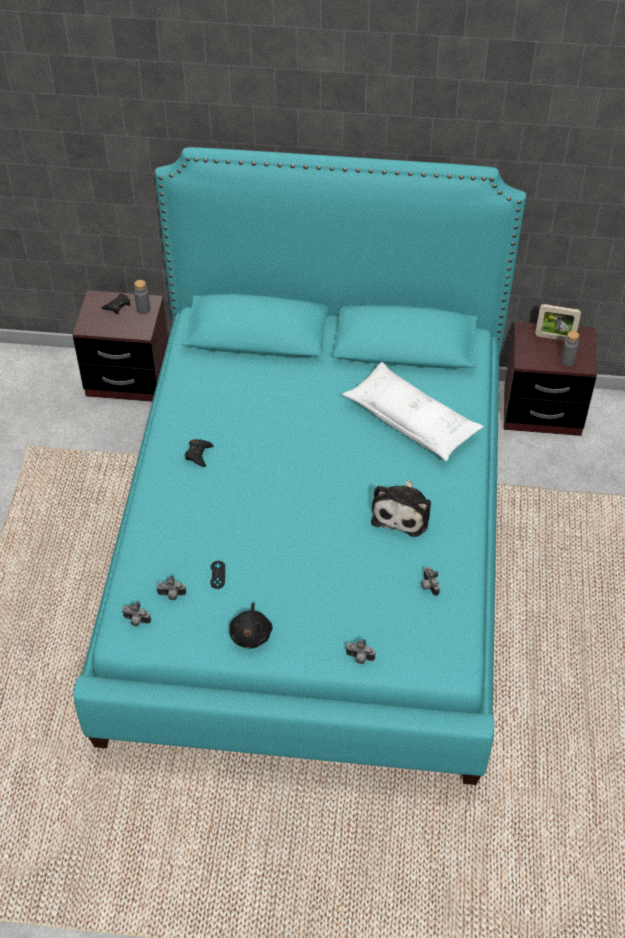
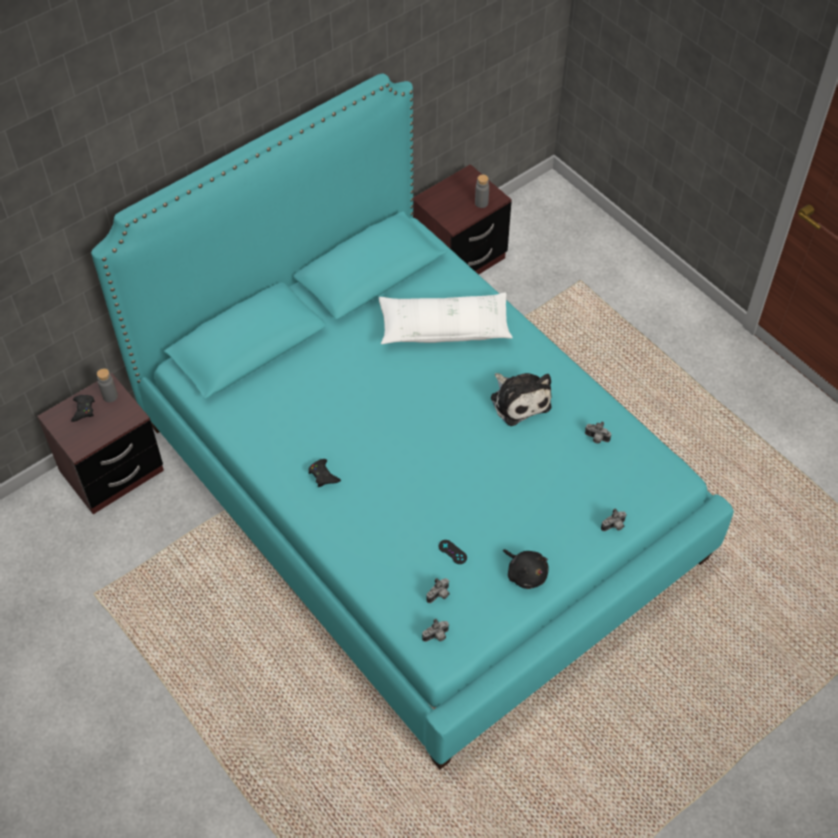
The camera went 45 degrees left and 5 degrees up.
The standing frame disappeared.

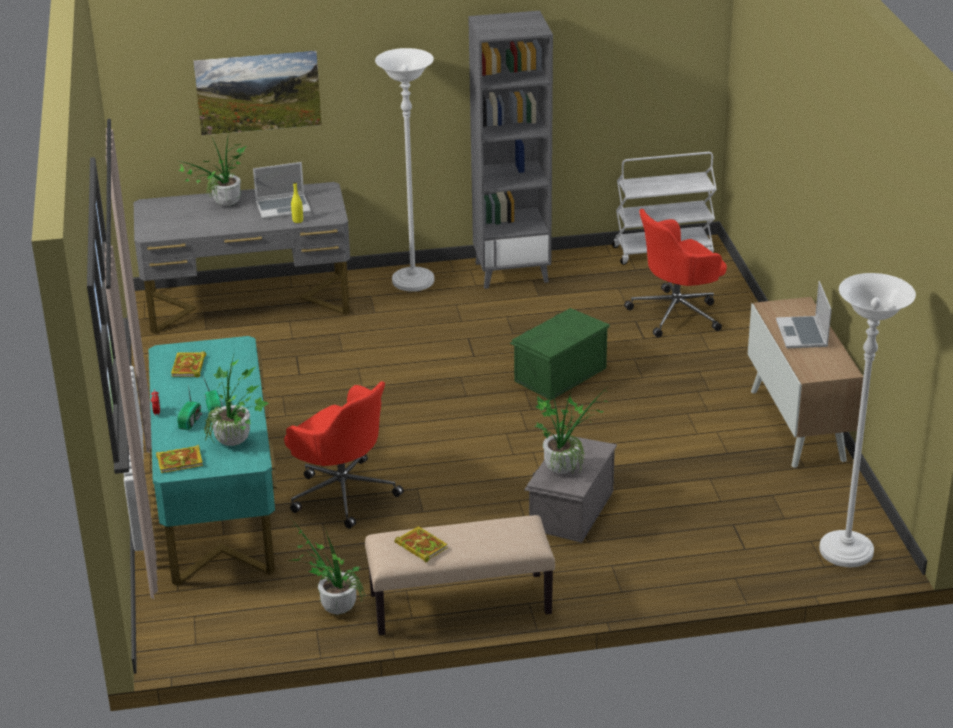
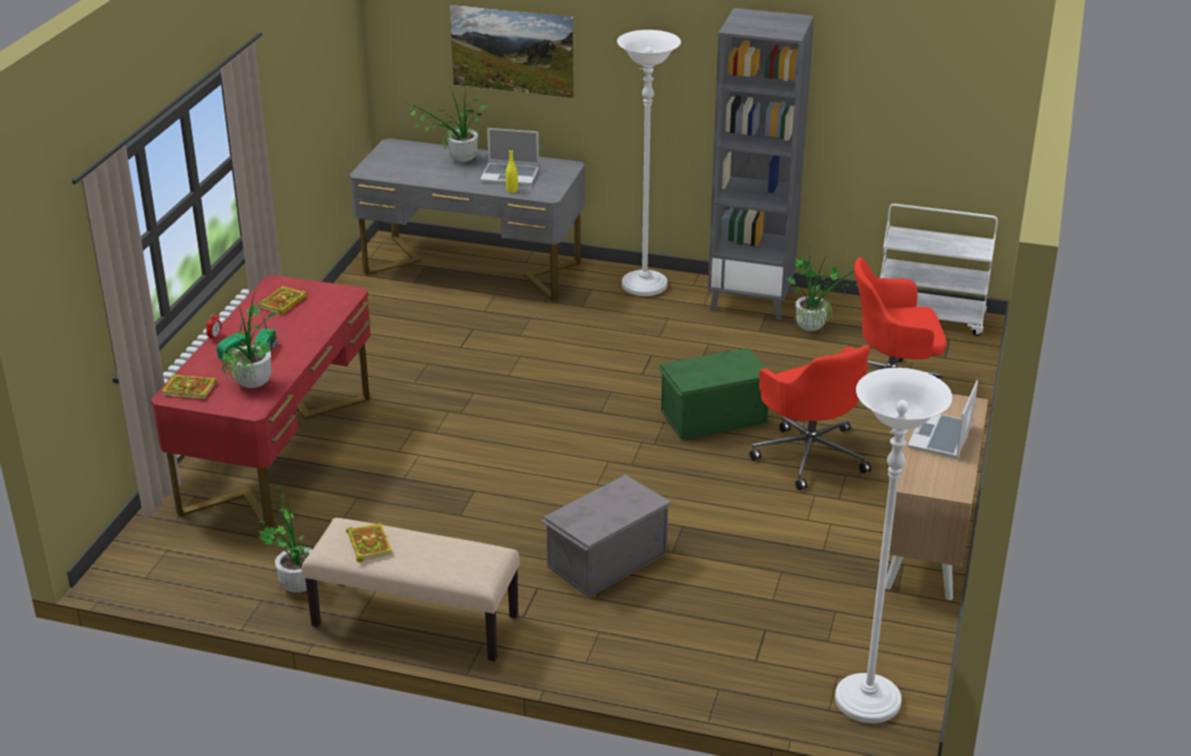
The camera went 25 degrees right and 0 degrees up.
The desk in turquoise-coloured became the desk in red-coloured.
The office chair in red-coloured (no. 1 from left) moved.
The houseplant (no. 4 from left) moved.

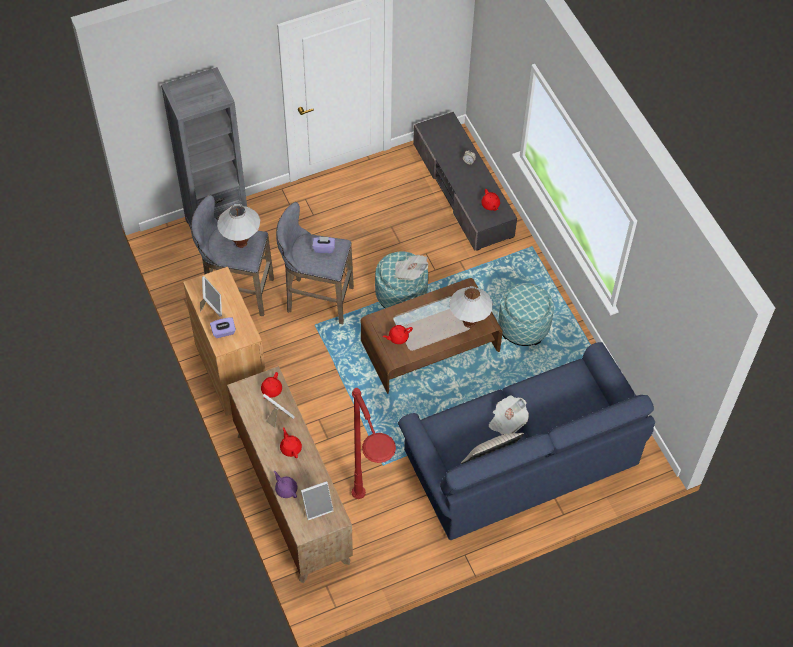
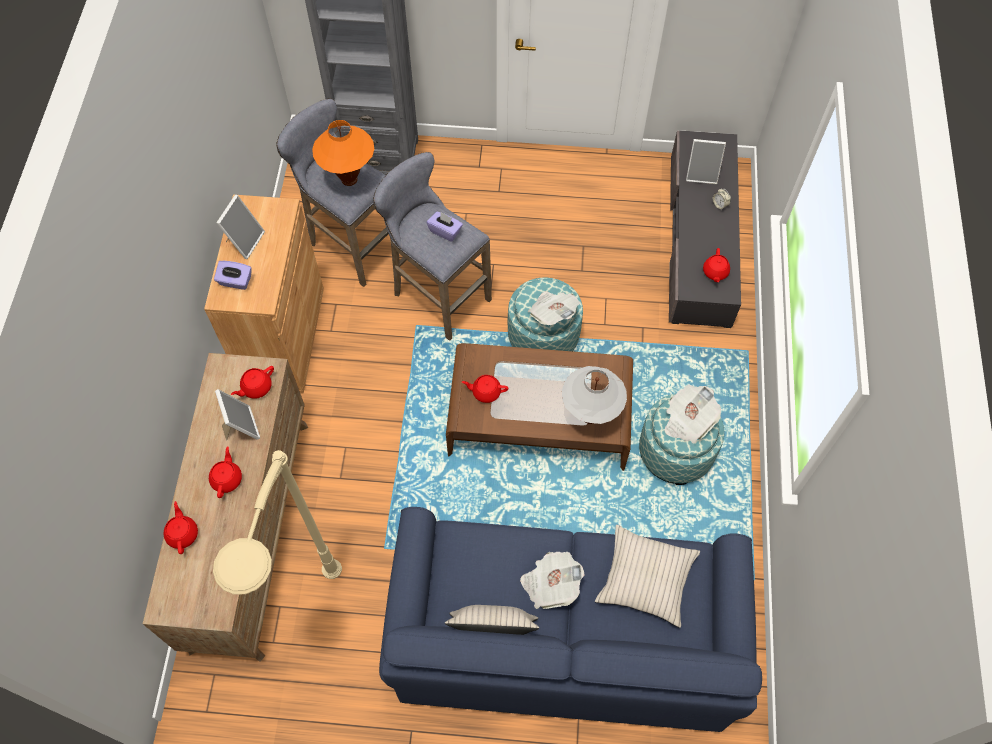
The camera went 30 degrees right and 5 degrees up.
The teapot in purple became the teapot in red-coloured (no. 1 from left).
The standard lamp in red-coloured became the standard lamp in beige-coloured.
The table lamp in white (no. 1 from left) became the table lamp in orange.
The throw pillow in beige-coloured (no. 2 from left) appeared.
The newspaper (no. 3 from left) appeared.
The standing frame (no. 3 from left) moved.

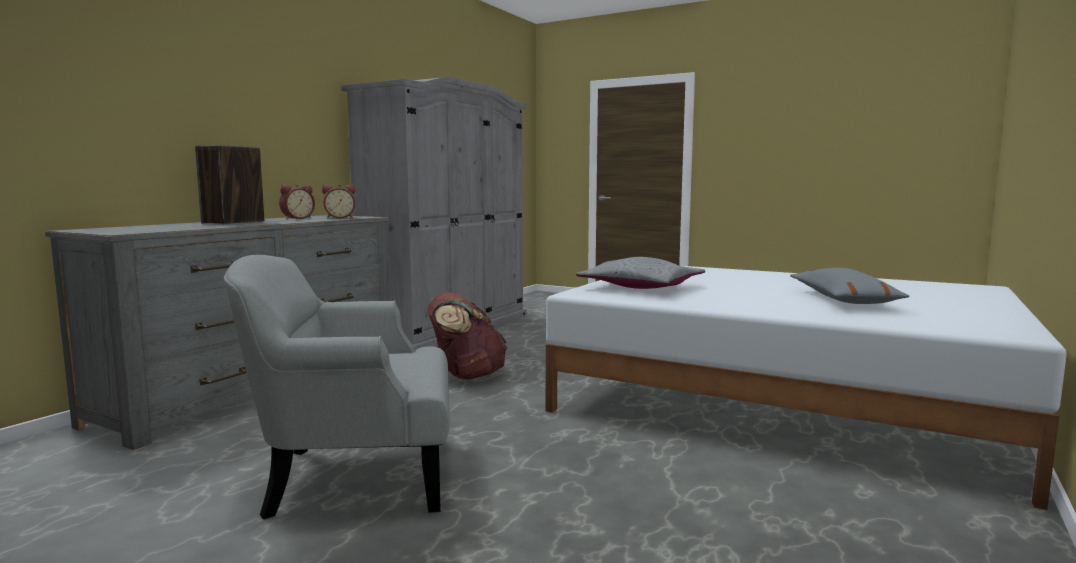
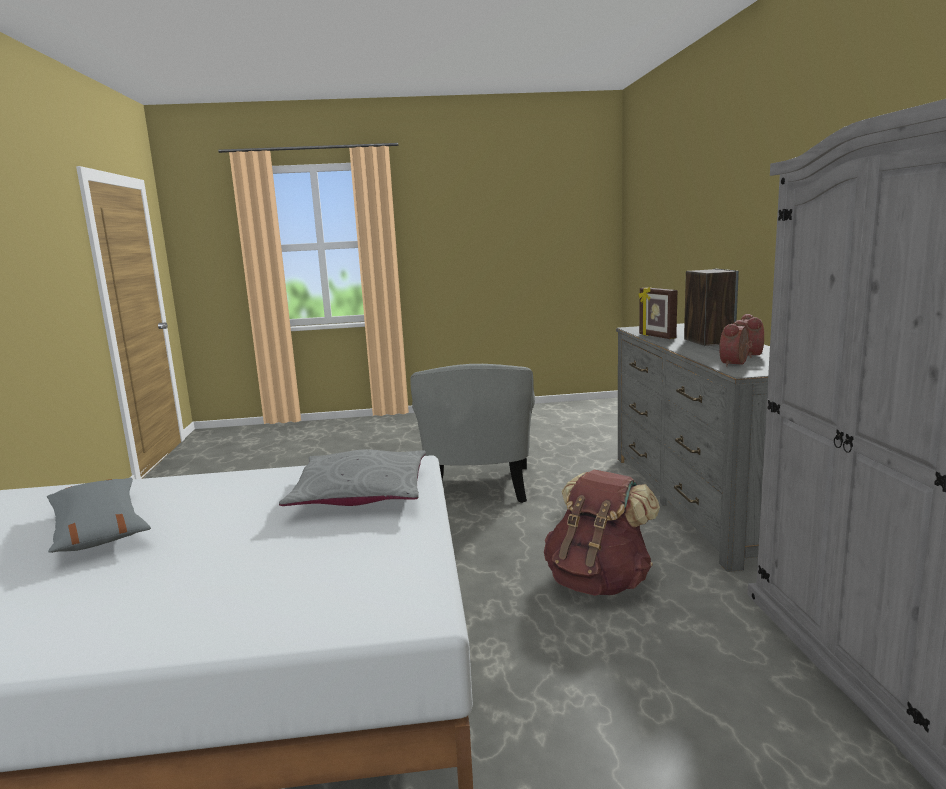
The camera went 145 degrees right and 5 degrees up.
The armchair in grey turned 135 degrees clockwise.
The standing frame appeared.

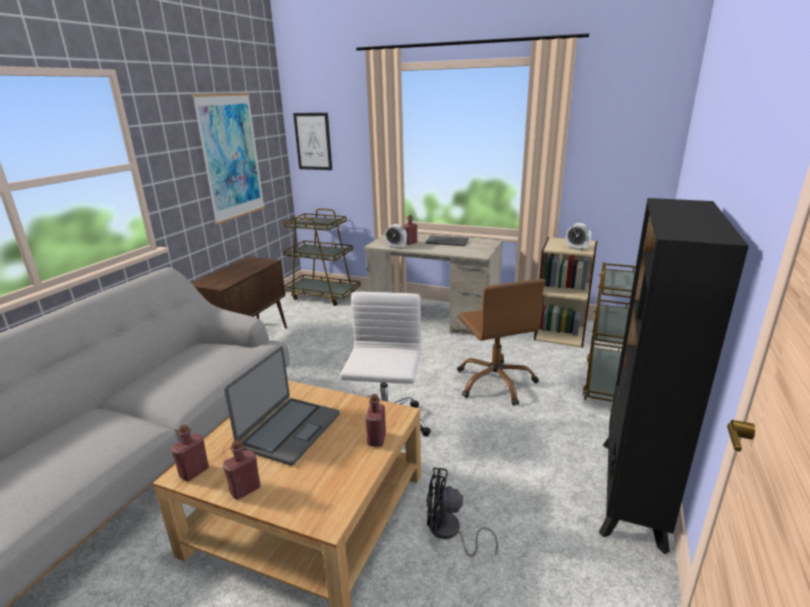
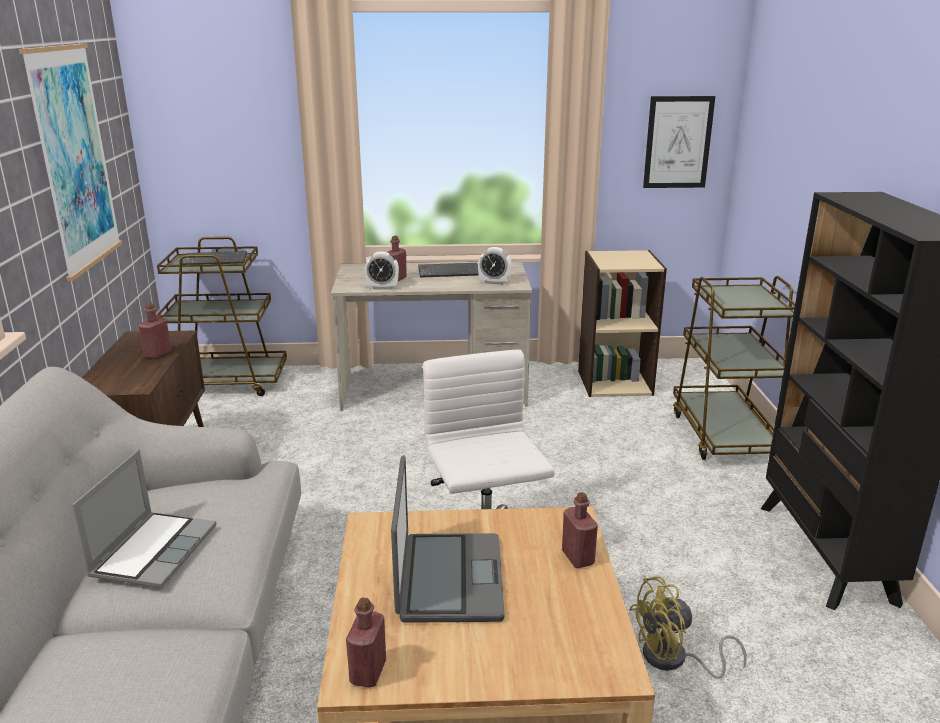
The camera went 25 degrees left and 0 degrees up.
The notebook computer (no. 1 from left) appeared.
The drink bottle in red-coloured (no. 2 from left in the first image) moved.
The table clock (no. 2 from left) moved.
The cooling fan in black became the cooling fan in yellow-coloured.
The wall art (no. 2 from left) moved.
The office chair in brown disappeared.

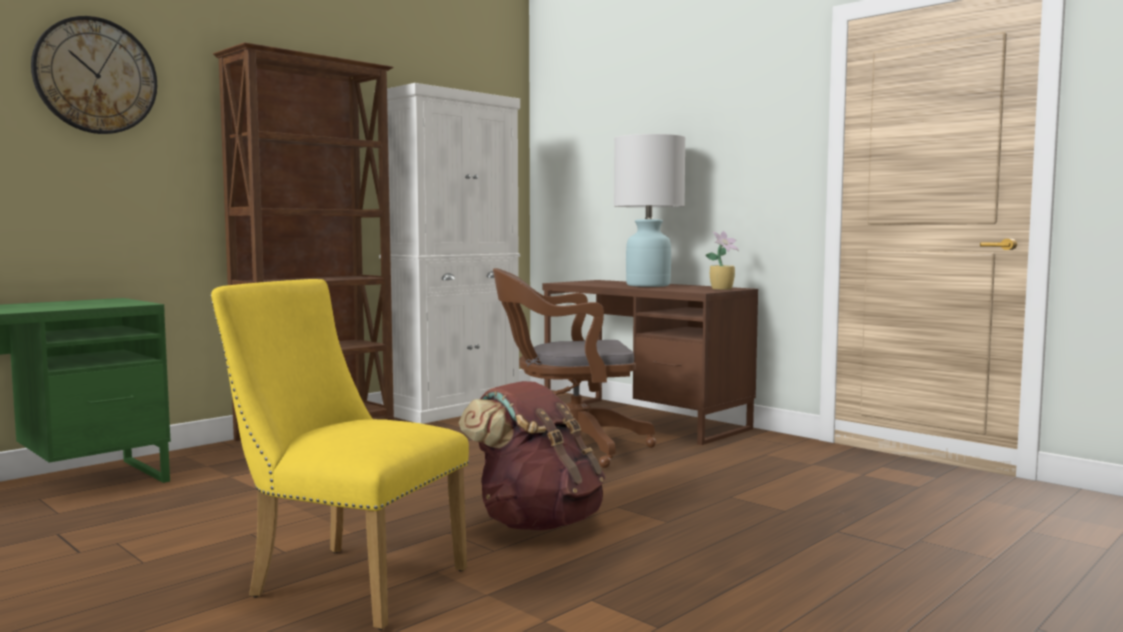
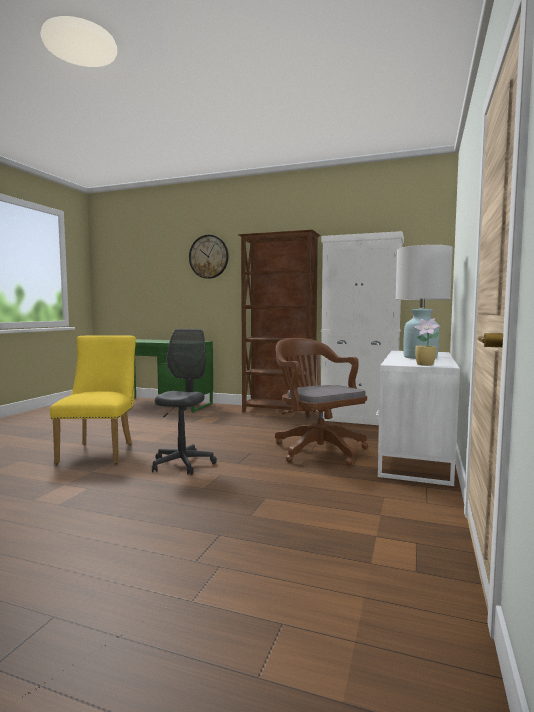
The camera went 65 degrees right and 0 degrees up.
The rucksack in brown was replaced by the office chair in grey.
The desk in brown became the desk in white.

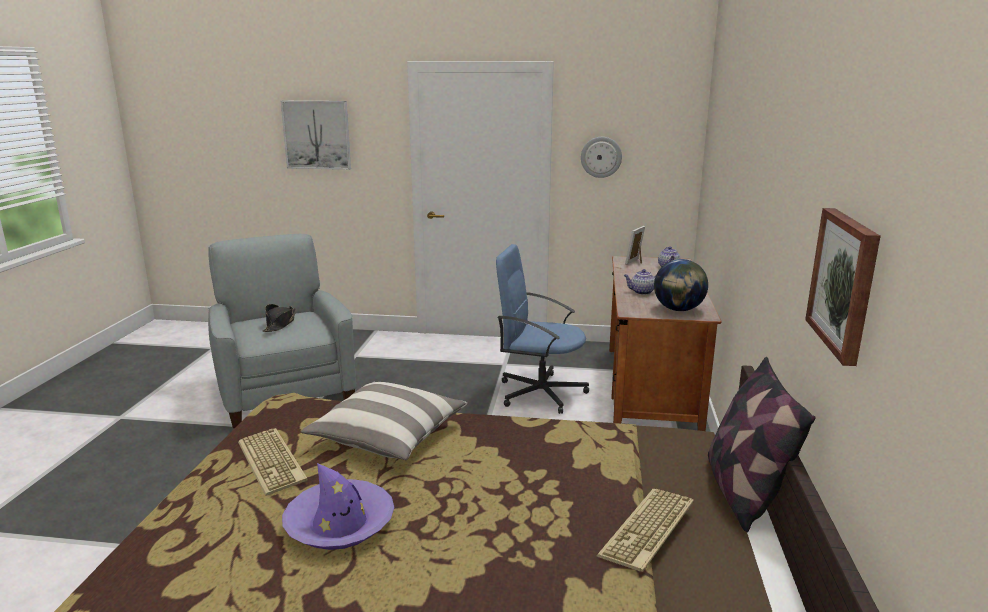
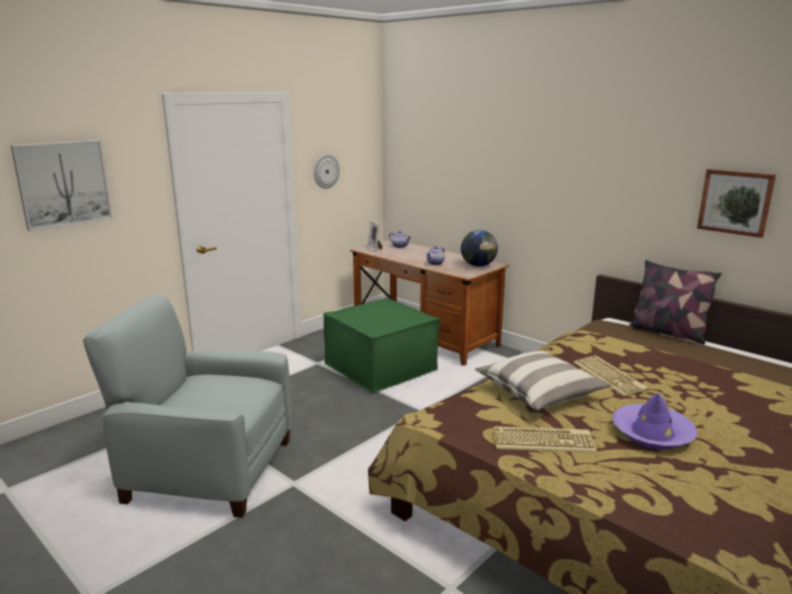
The camera went 55 degrees left and 0 degrees up.
The office chair in bluish was replaced by the pouffe in greenish.
The PC keyboard (no. 2 from left) moved.
The wearable hat in black disappeared.

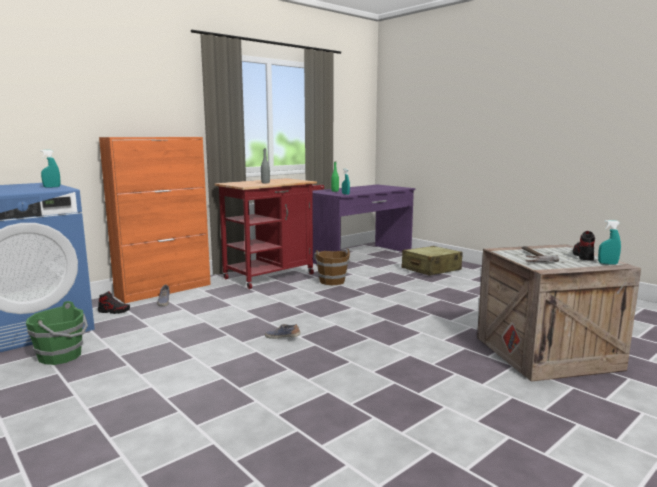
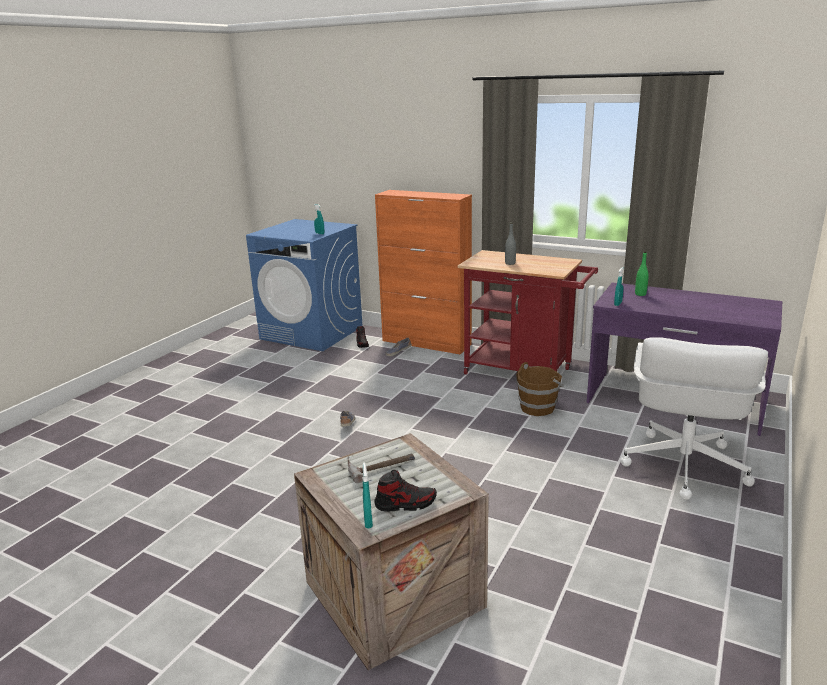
The camera went 70 degrees right and 10 degrees up.
The piece of luggage in beige-coloured was replaced by the office chair in white.
The bucket in greenish disappeared.

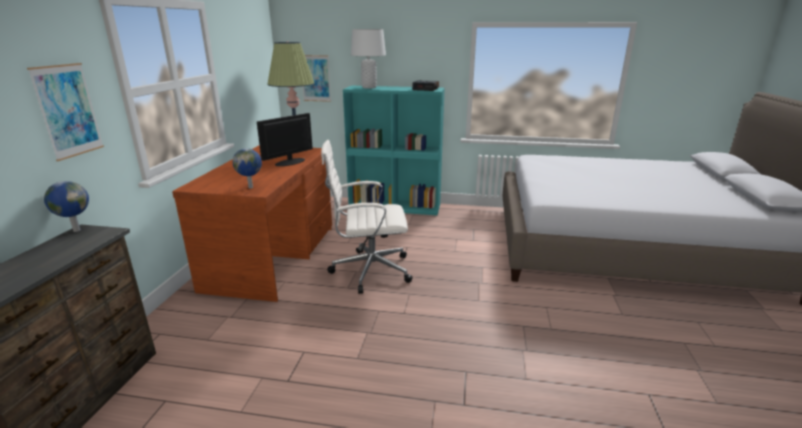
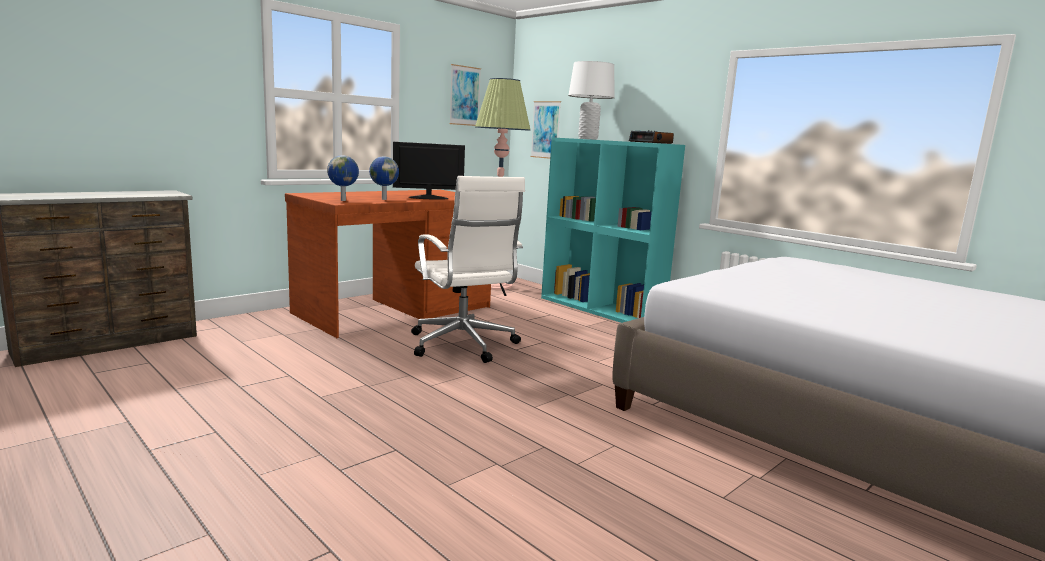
The camera went 35 degrees right and 10 degrees down.
The globe (no. 1 from left in the first image) moved.
The office chair in white turned 150 degrees counterclockwise.
The wall art (no. 1 from left) moved.

